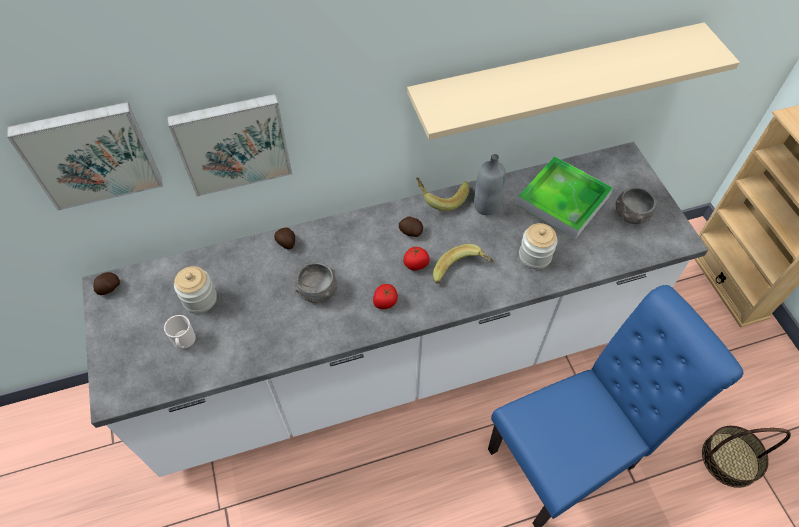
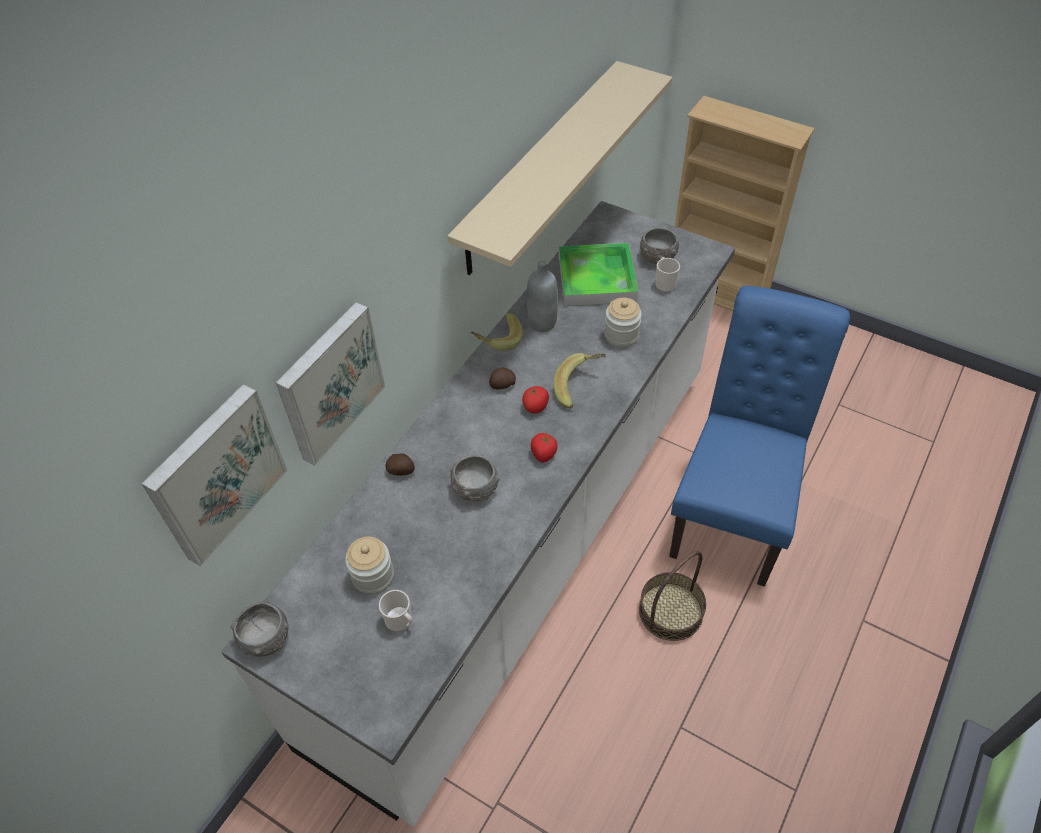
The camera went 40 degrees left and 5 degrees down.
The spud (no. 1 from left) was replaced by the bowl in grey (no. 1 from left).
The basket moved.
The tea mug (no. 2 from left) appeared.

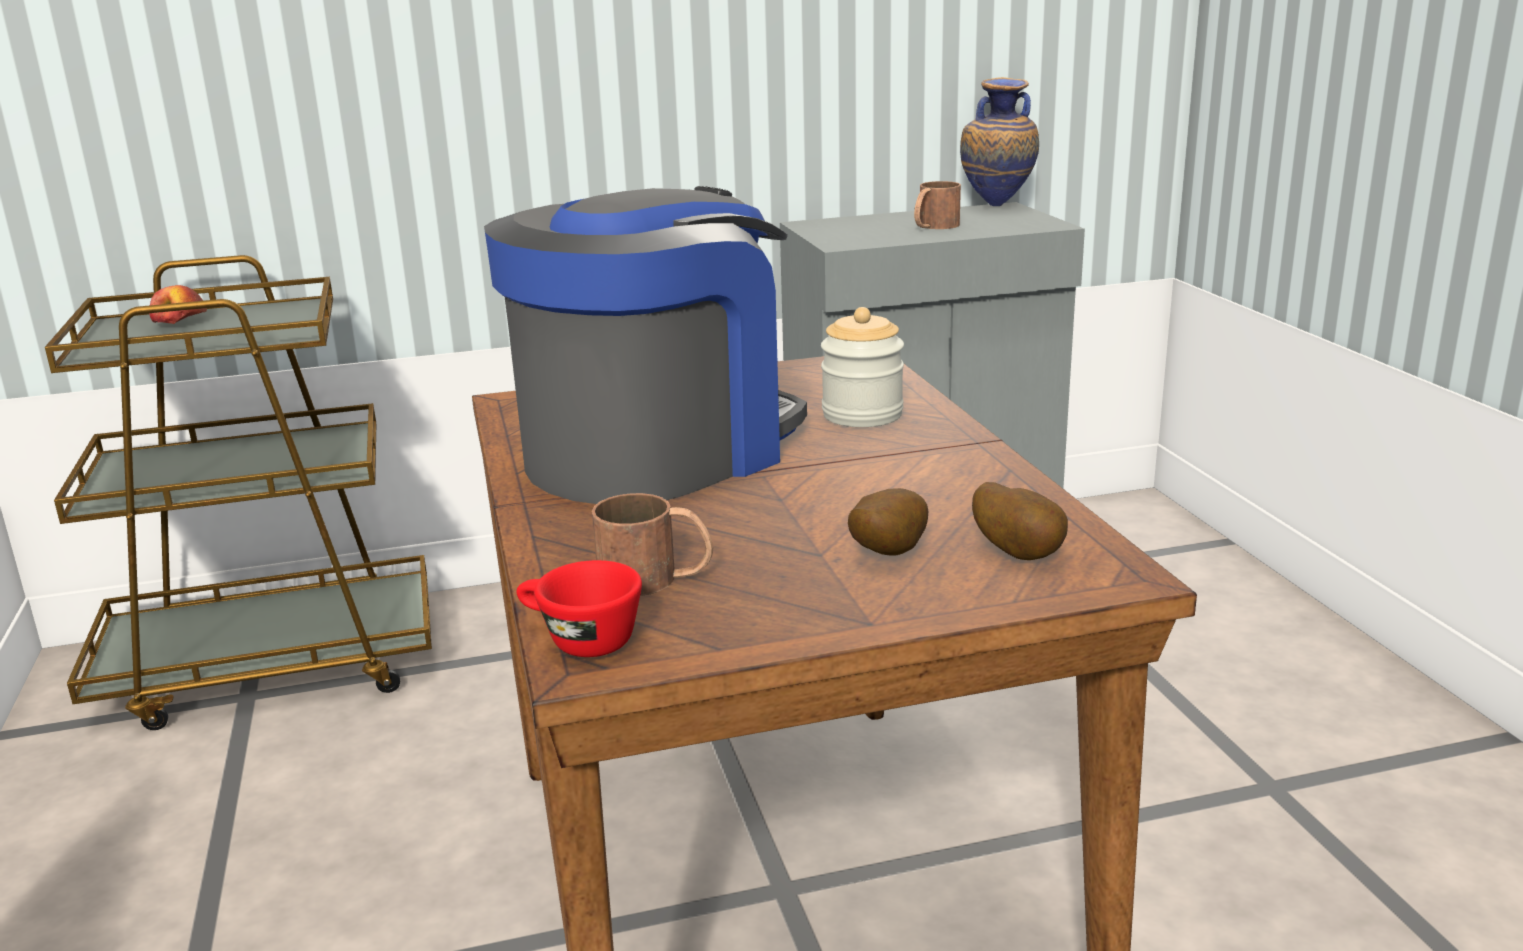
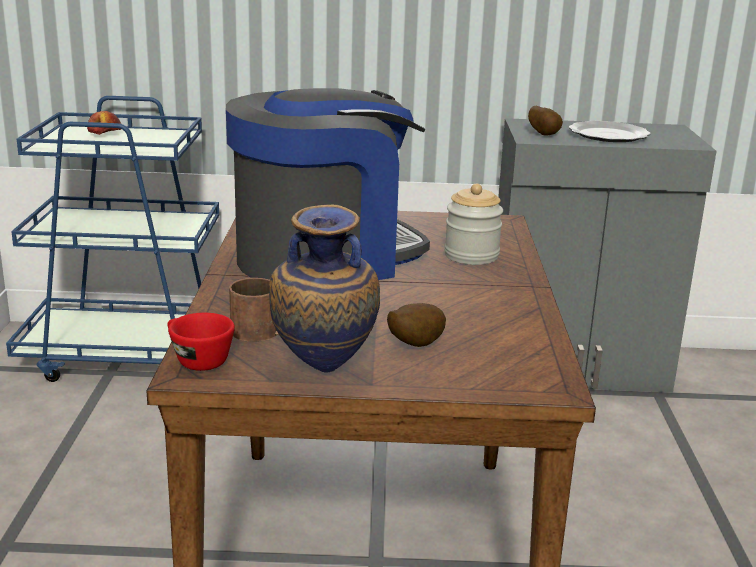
The camera went 15 degrees right and 0 degrees up.
The cart in brown became the cart in bluish.
The decorative vase moved.
The spud (no. 2 from left) moved.
The tea mug in brown (no. 2 from left) was replaced by the plate.

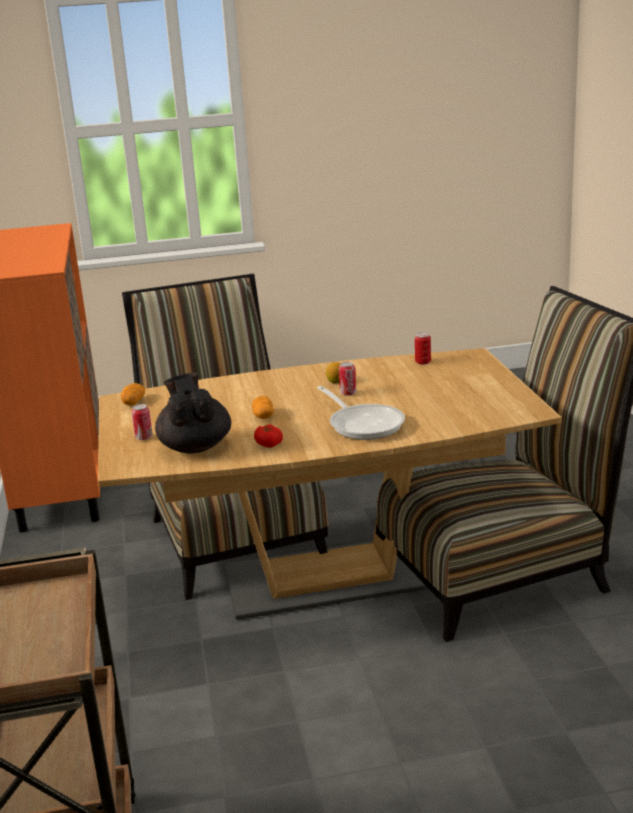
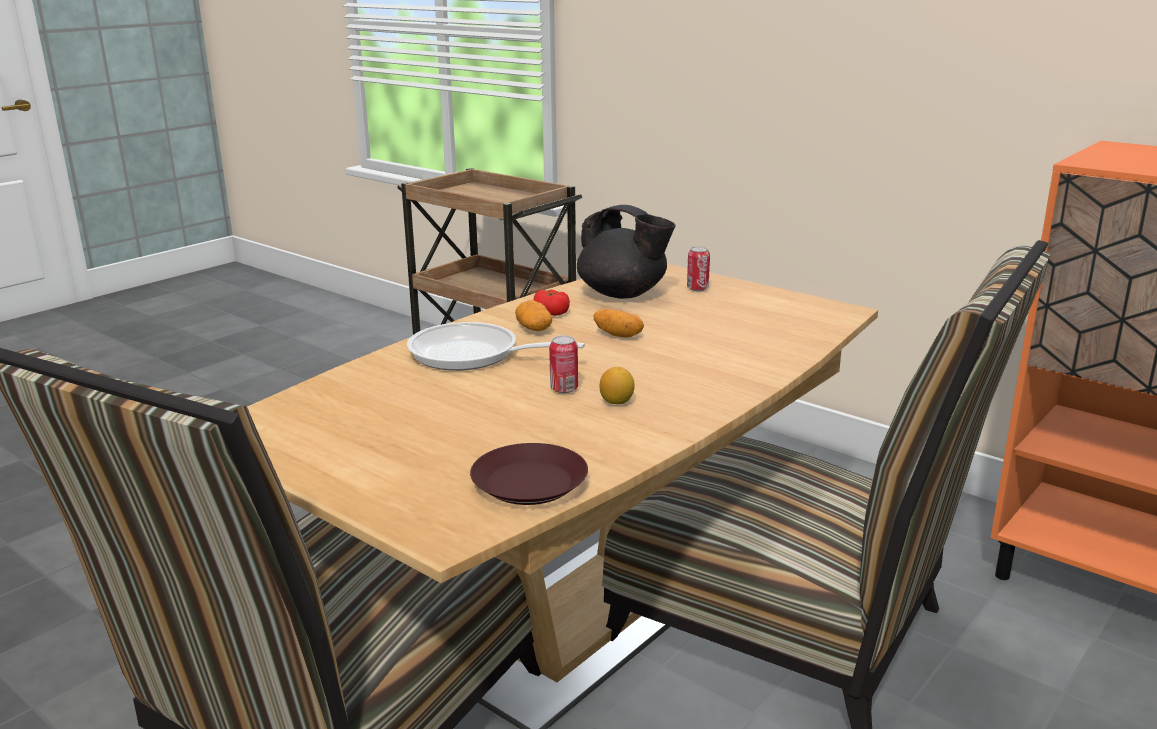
The camera went 140 degrees right and 0 degrees up.
The can (no. 3 from left) was replaced by the plate in brown.
The spud (no. 1 from left) moved.

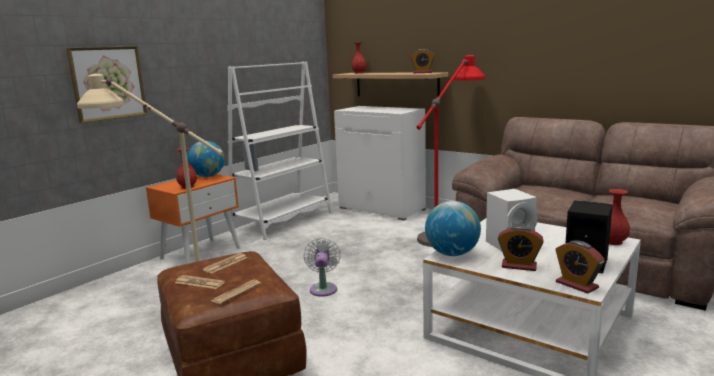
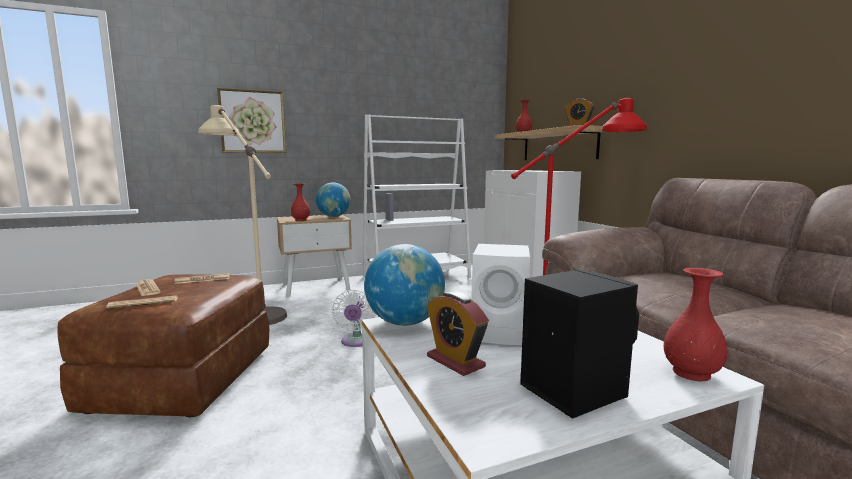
The camera went 30 degrees right and 5 degrees down.
The night table in orange became the night table in beige-coloured.
The cooling fan in white turned 150 degrees clockwise.
The table clock (no. 3 from left) disappeared.

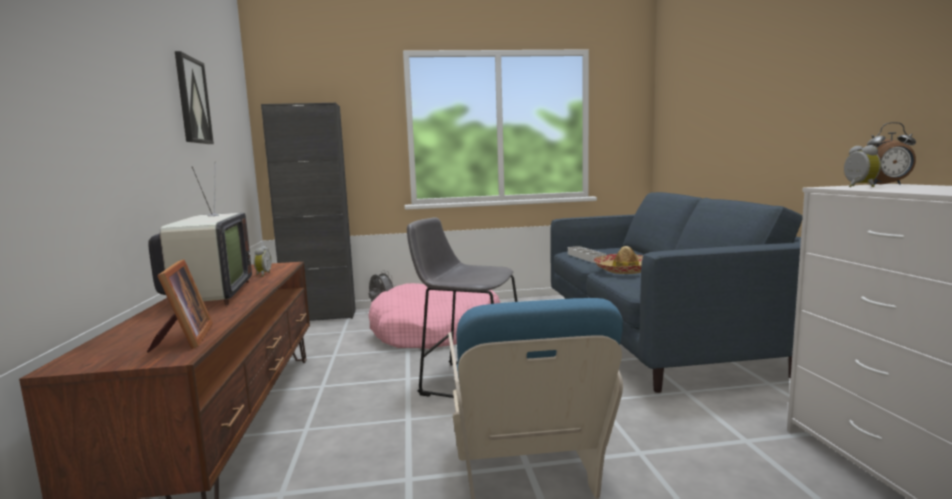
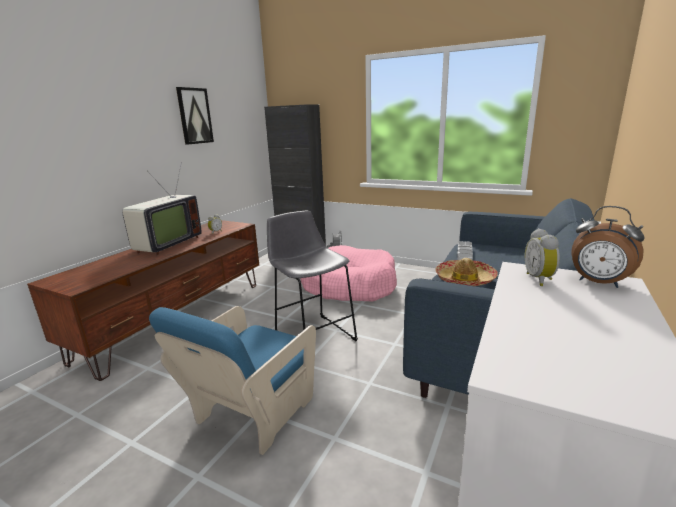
The camera went 35 degrees right and 10 degrees up.
The table clock (no. 2 from left) turned 150 degrees clockwise.
The standing frame disappeared.

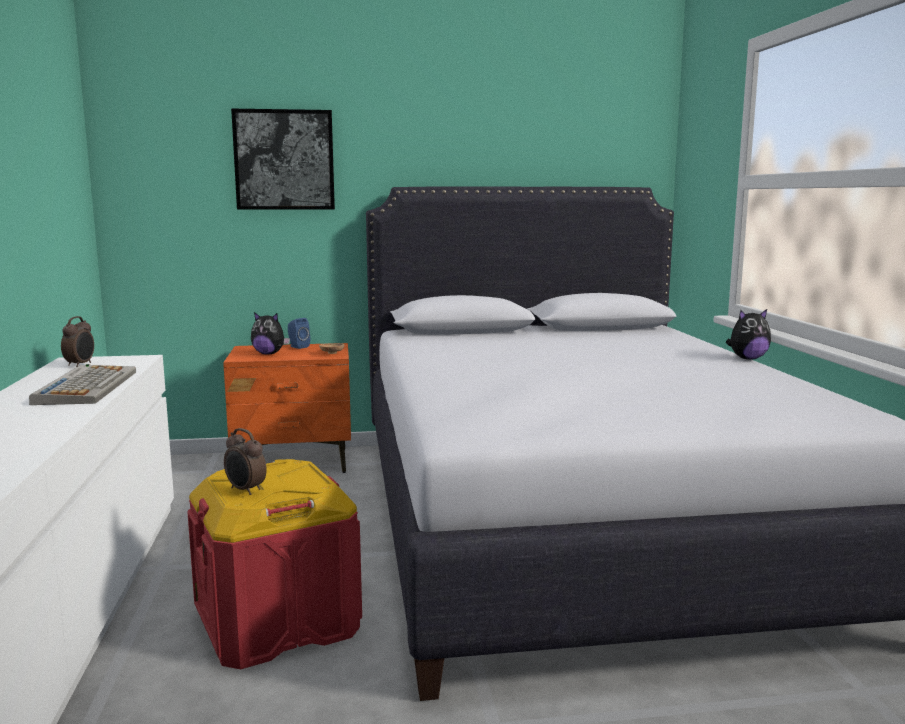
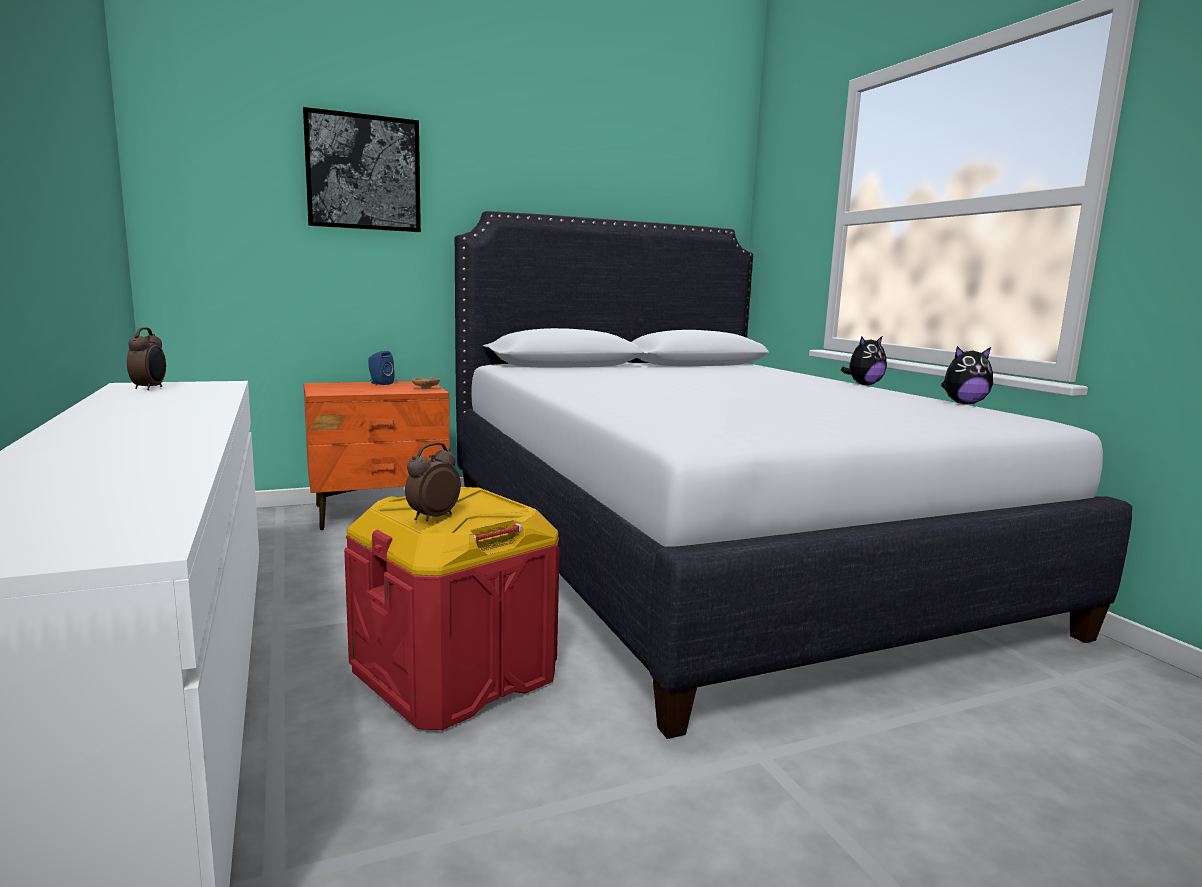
The camera went 15 degrees left and 0 degrees up.
The table clock (no. 2 from left) turned 105 degrees clockwise.
The plush toy (no. 1 from left in the first image) moved.
The PC keyboard disappeared.

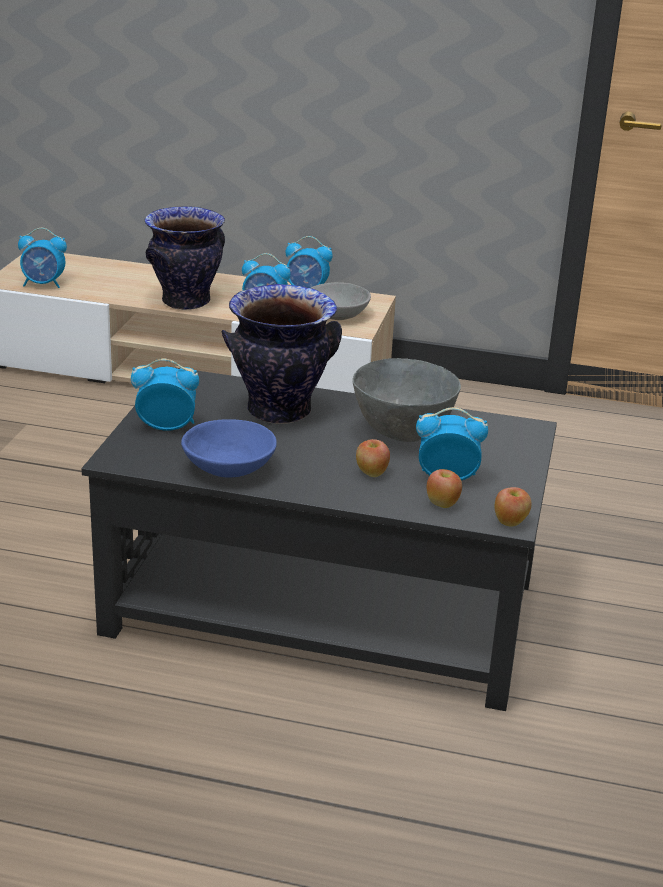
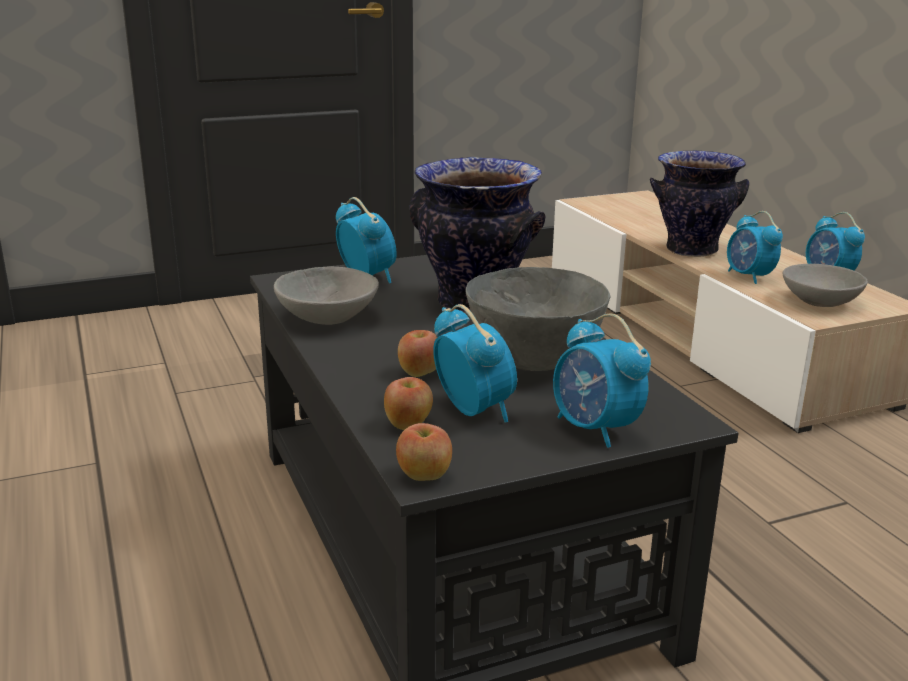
The camera went 55 degrees right and 5 degrees down.
The bowl in bluish became the bowl in grey (no. 1 from left).
The table clock (no. 1 from left in the first image) moved.

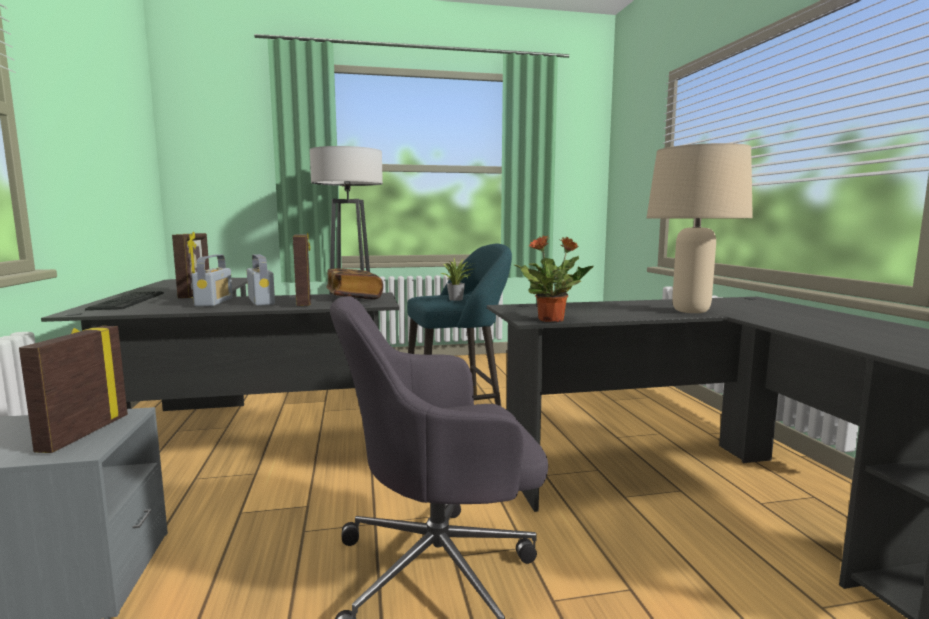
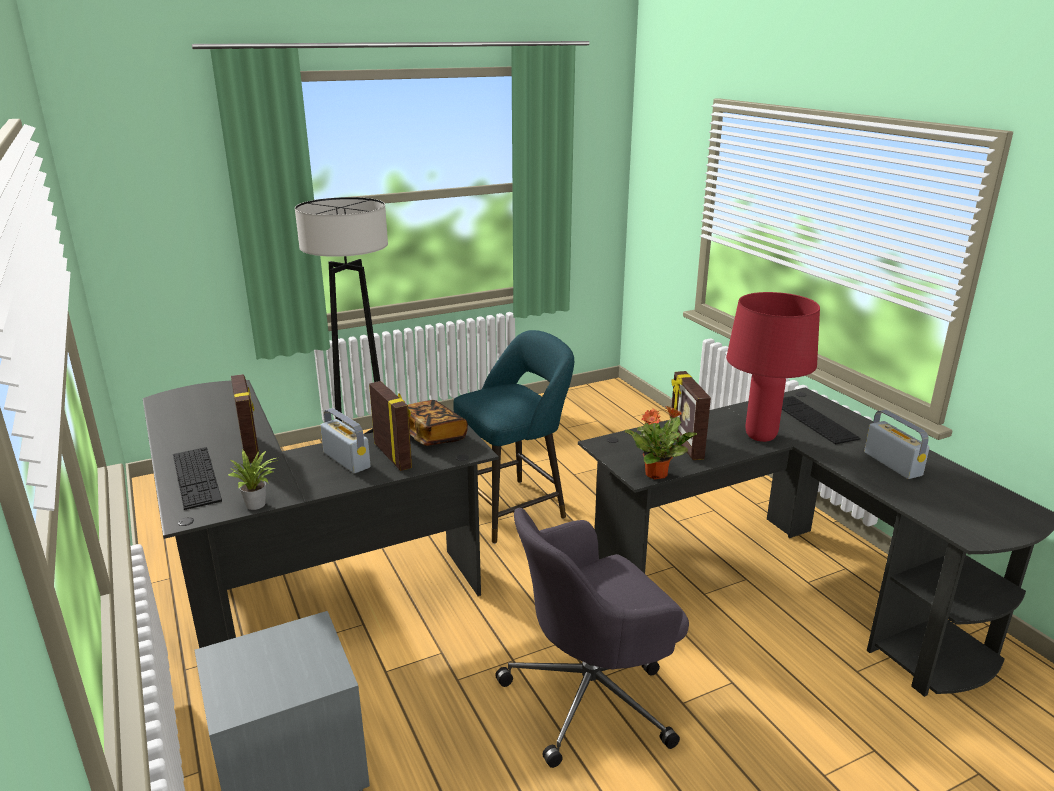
The camera went 15 degrees left and 15 degrees up.
The houseplant (no. 1 from left) moved.
The standing frame (no. 1 from left in the first image) moved.
The table lamp in beige-coloured became the table lamp in red-coloured.
The PC keyboard (no. 2 from left) appeared.
The radio receiver (no. 1 from left in the first image) moved.

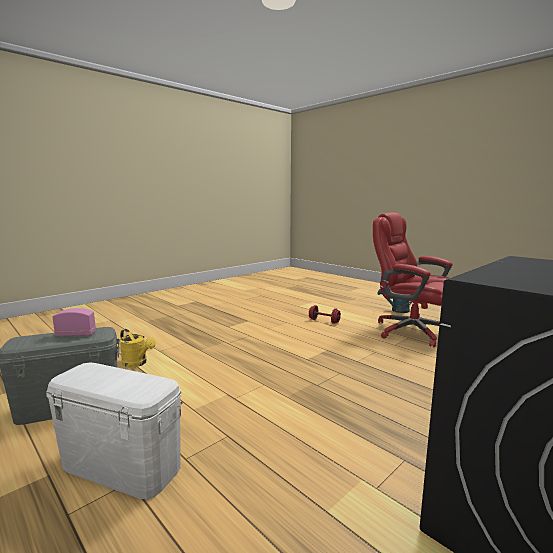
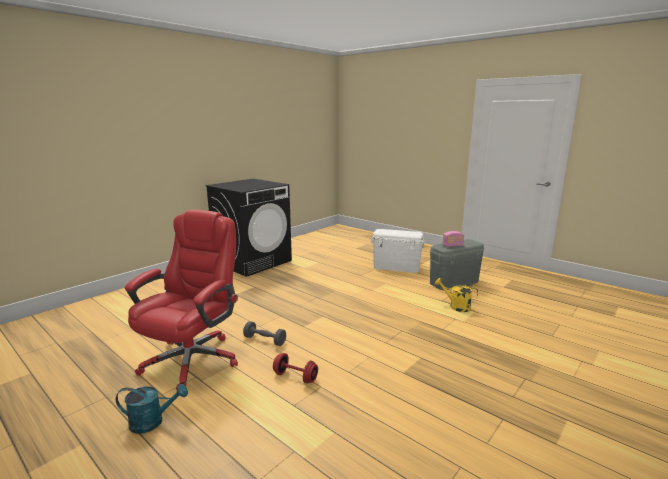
The camera went 175 degrees right and 5 degrees up.
The office chair in red-coloured turned 105 degrees counterclockwise.
The hand weight in grey appeared.

